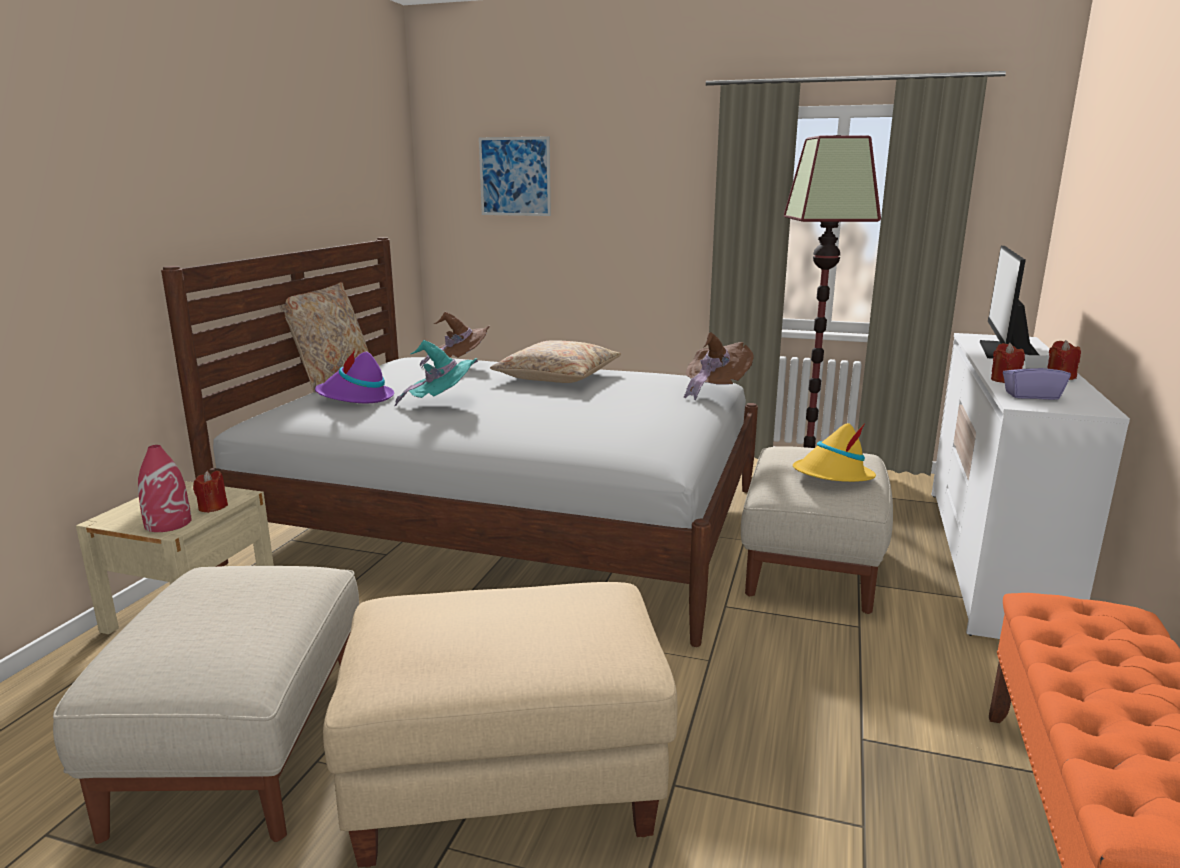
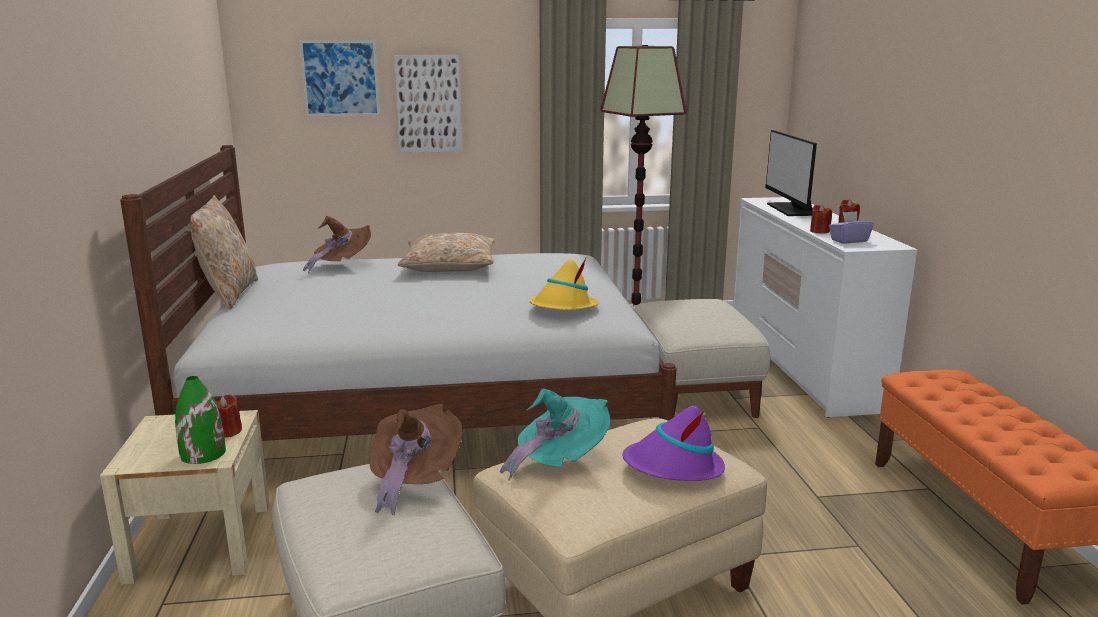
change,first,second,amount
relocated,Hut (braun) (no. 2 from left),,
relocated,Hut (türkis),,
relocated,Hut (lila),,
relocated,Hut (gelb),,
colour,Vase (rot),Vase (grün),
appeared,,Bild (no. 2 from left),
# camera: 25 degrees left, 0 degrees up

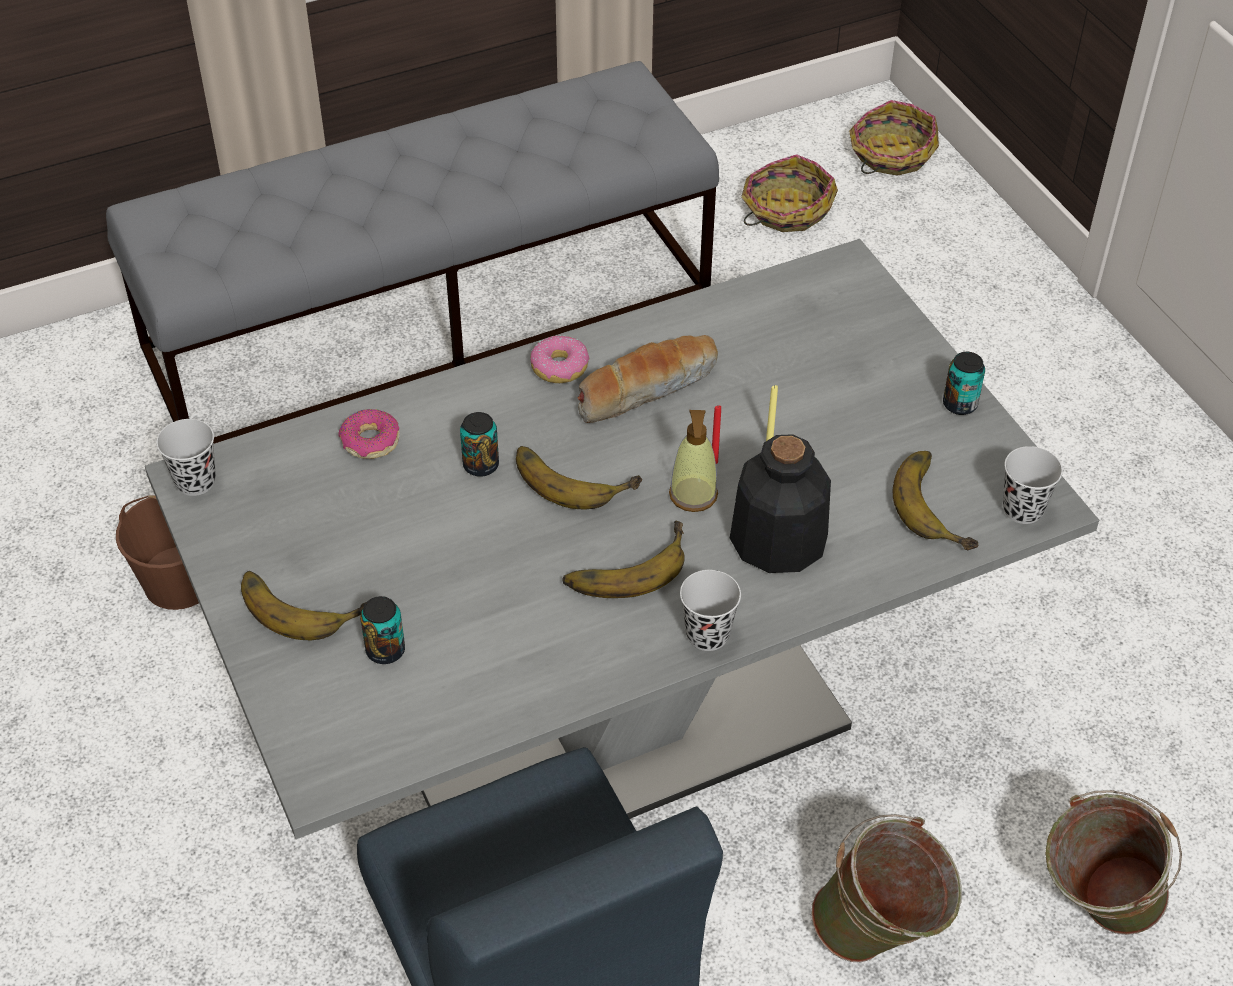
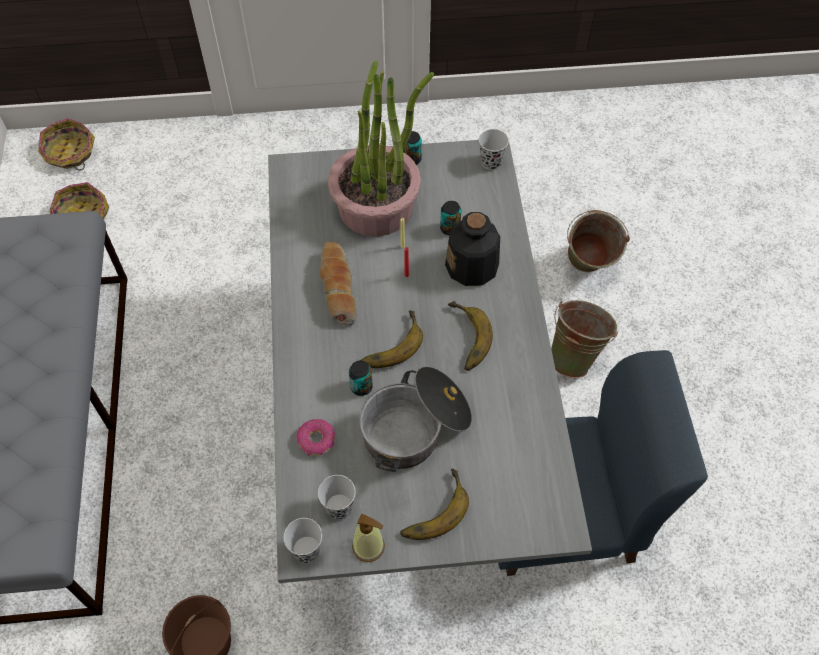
change,first,second,amount
missing,Donut (no. 2 from left),,
relocated,Seifenspender,,
missing,Banane (no. 4 from left),,
relocated,Tasse (schwarz) (no. 2 from left),,
relocated,Dose (no. 1 from left in the first image),Dose (no. 3 from left),
appeared,,Topfpflanze,
appeared,,Kochtopf,
# camera: 70 degrees left, 10 degrees up

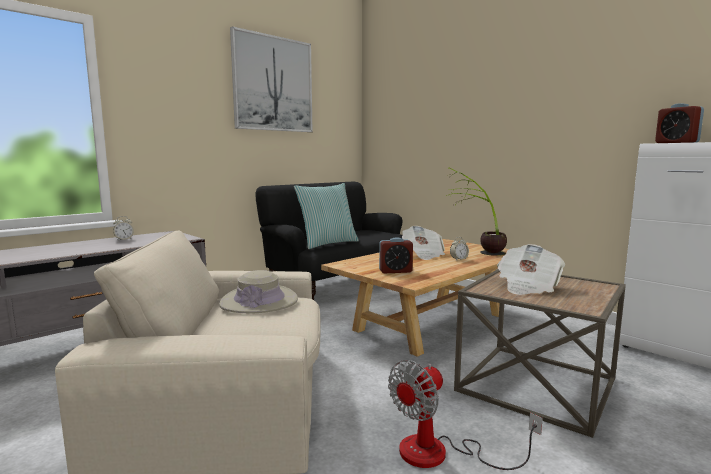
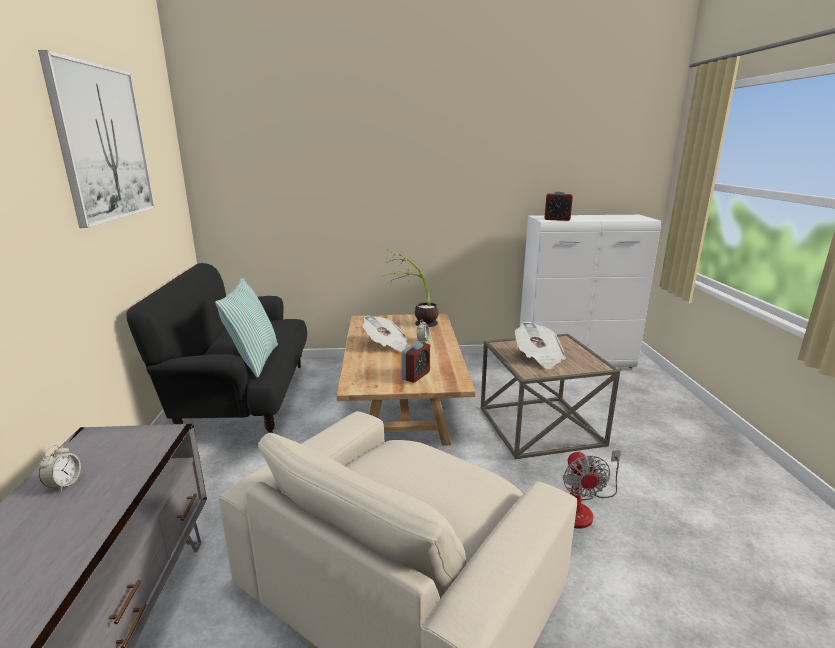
change,first,second,amount
missing,Hut (beige),,
# camera: 50 degrees left, 10 degrees up

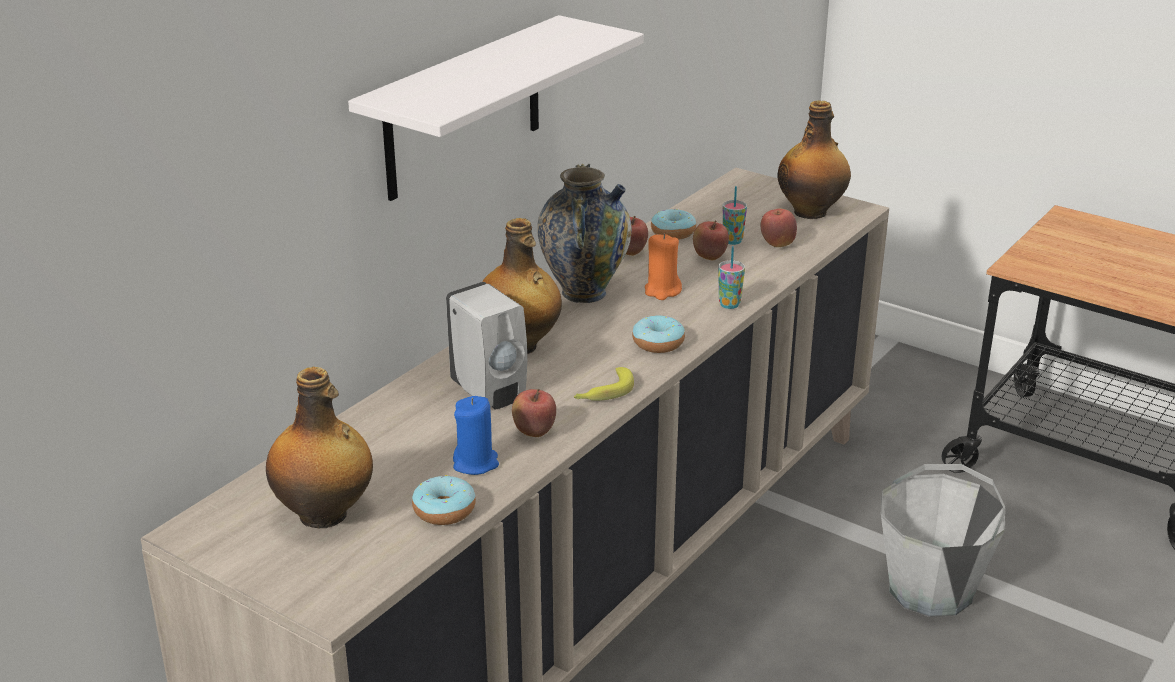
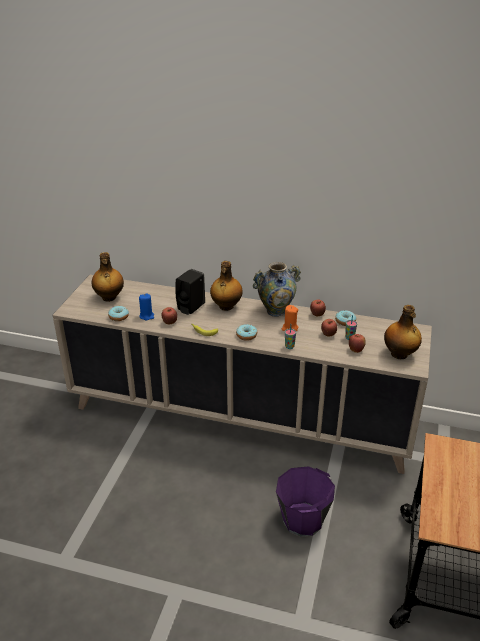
change,first,second,amount
missing,Wandregal (weiß),,
colour,Seifenspender (weiß),Seifenspender (schwarz),
colour,Eimer (grau),Eimer (lila),
# camera: 70 degrees right, 5 degrees up

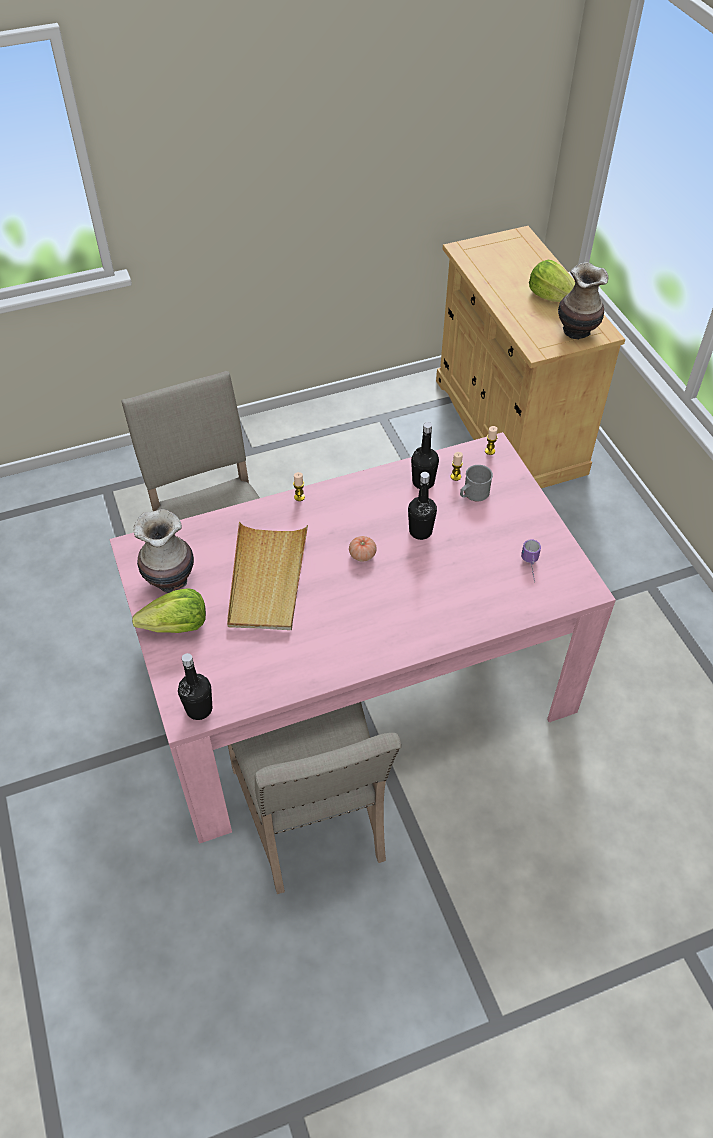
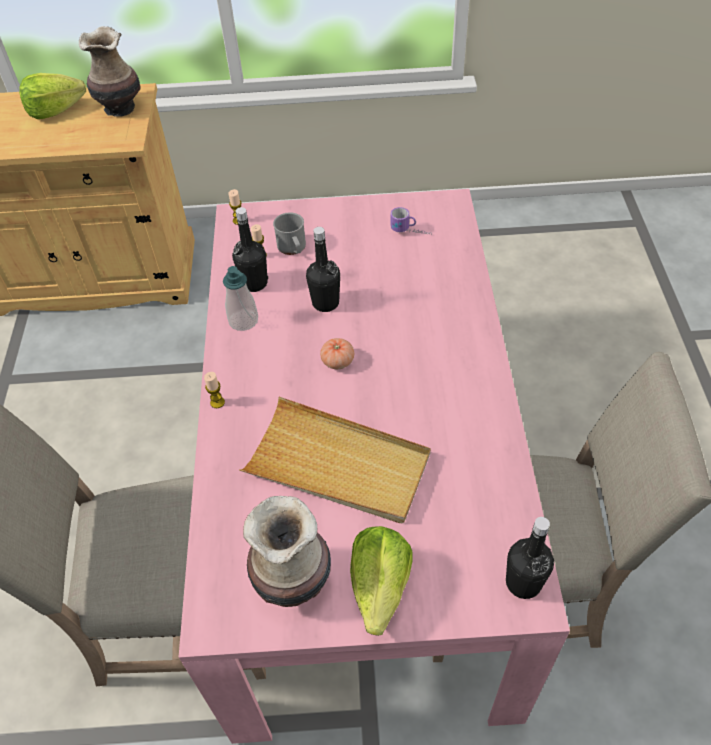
change,first,second,amount
appeared,,Seifenspender,
# camera: 70 degrees left, 0 degrees up

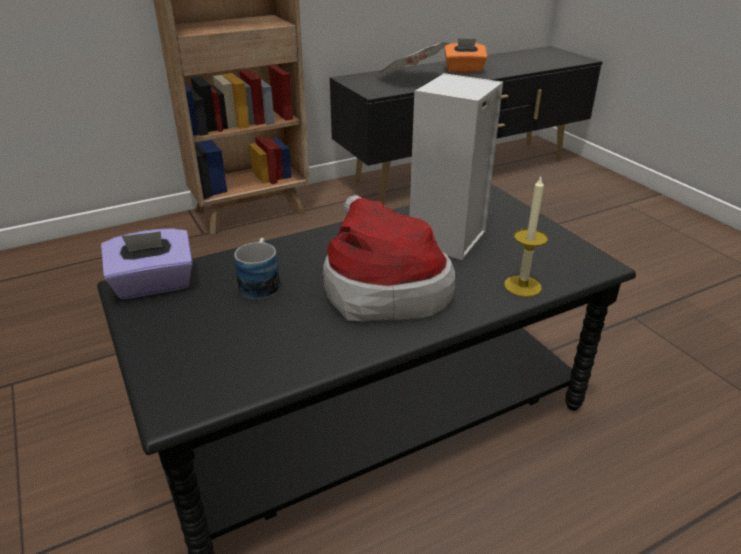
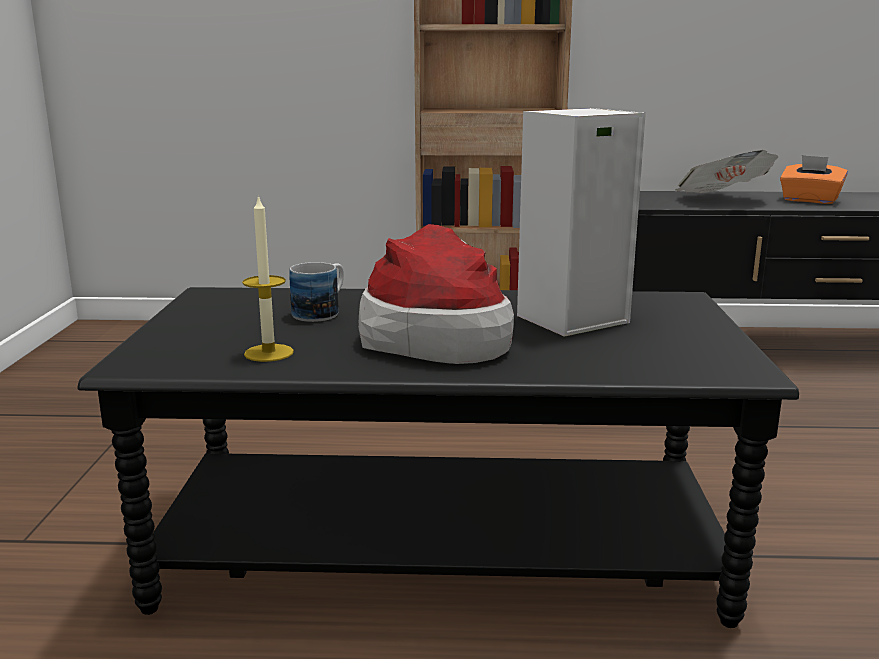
change,first,second,amount
relocated,Kerze,,
missing,Taschentuchbox (lila),,
# camera: 30 degrees right, 15 degrees down

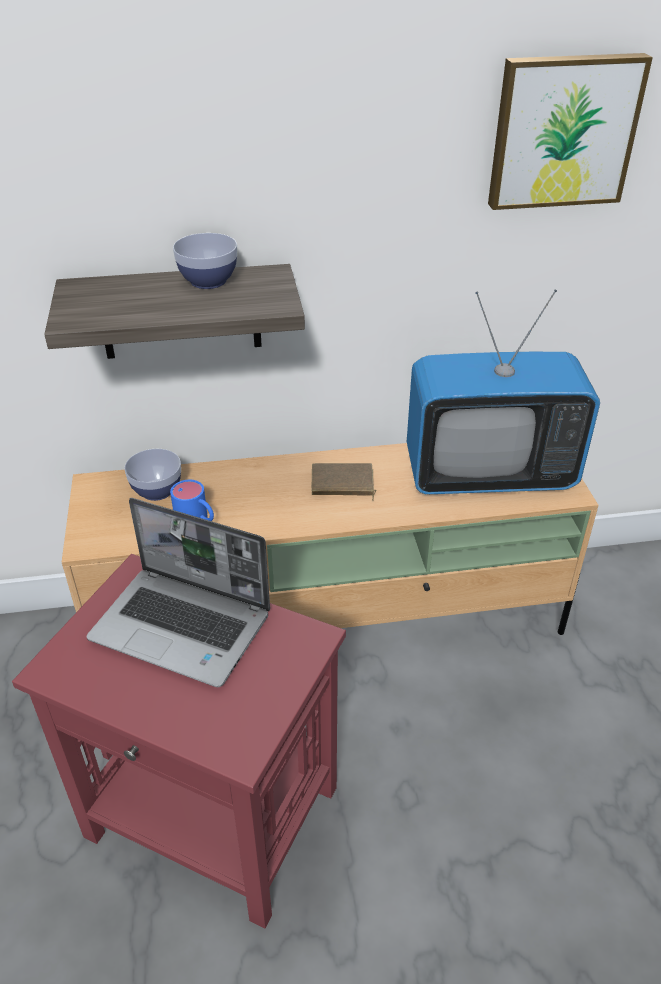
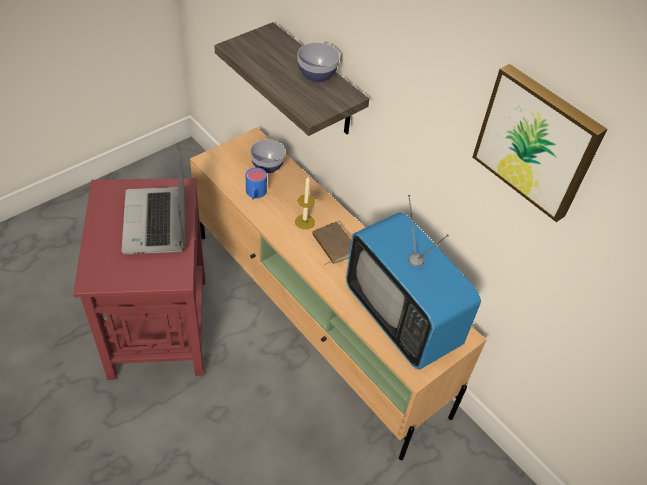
change,first,second,amount
appeared,,Kerze,
# camera: 55 degrees right, 10 degrees up

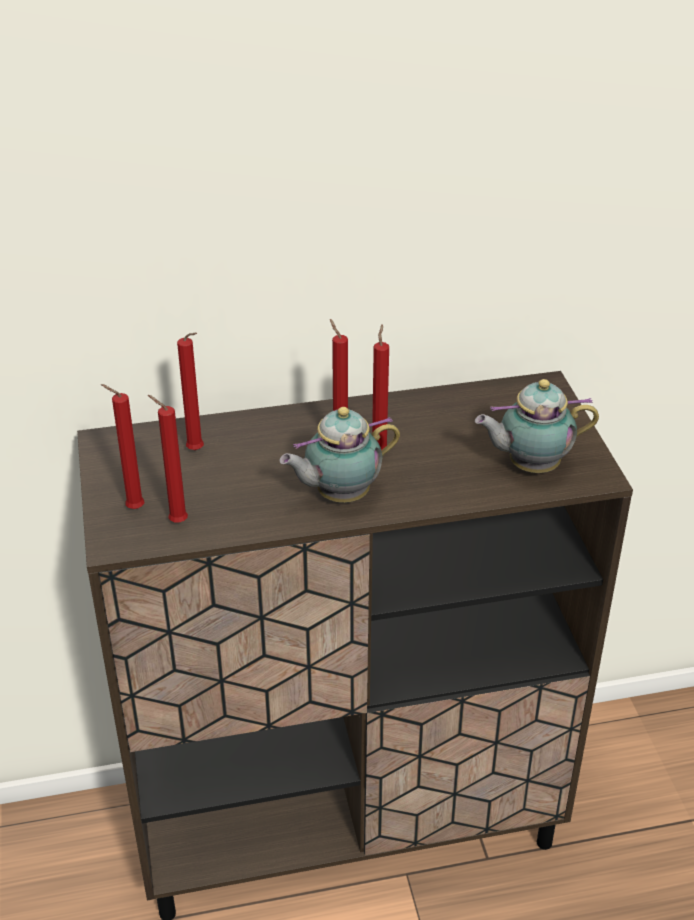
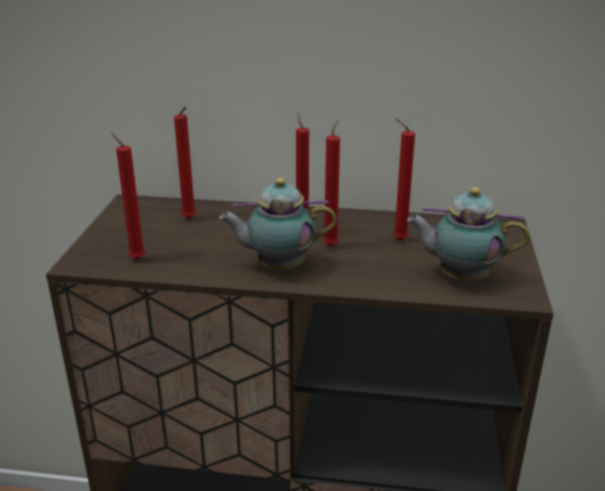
change,first,second,amount
relocated,Kerze (rot) (no. 1 from left in the first image),Kerze (rot) (no. 5 from left),
# camera: 20 degrees right, 10 degrees down

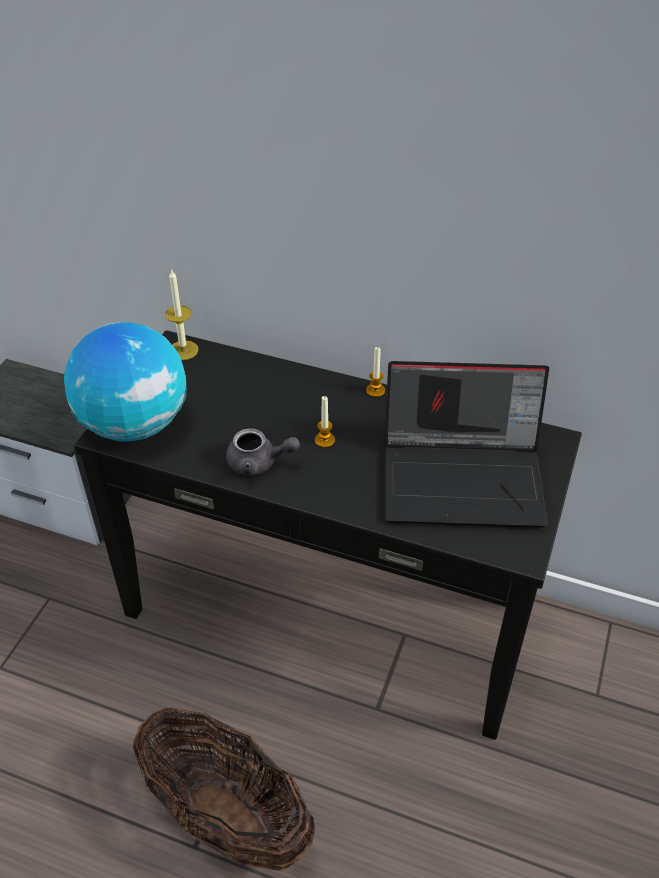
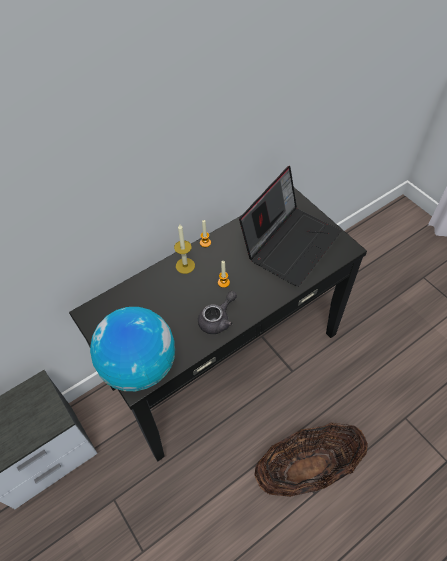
change,first,second,amount
relocated,Kerze (no. 1 from left),,
# camera: 55 degrees left, 10 degrees up

